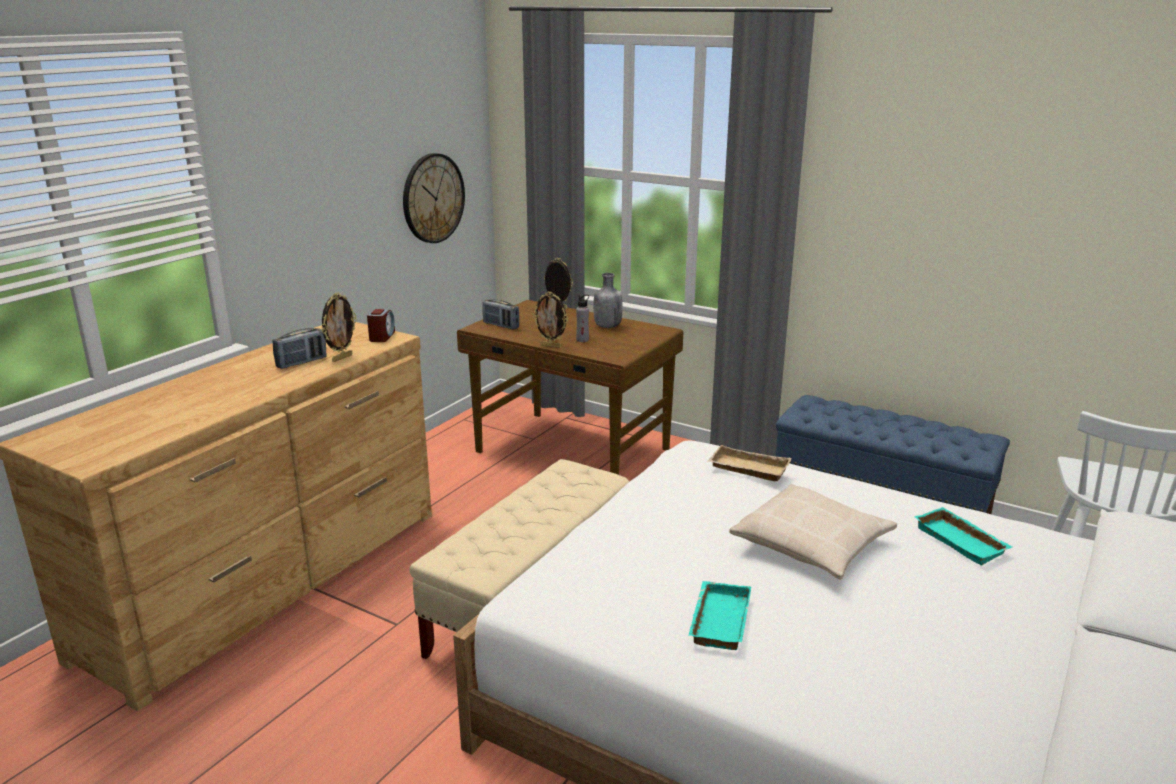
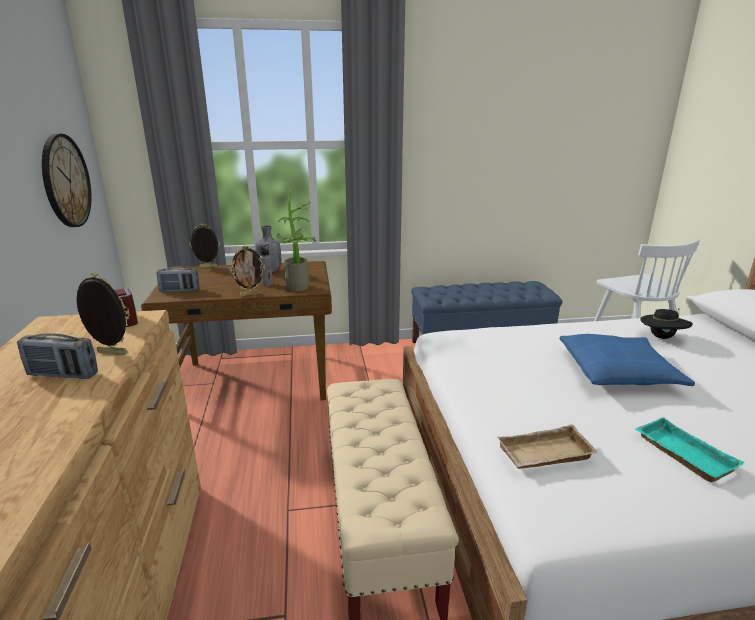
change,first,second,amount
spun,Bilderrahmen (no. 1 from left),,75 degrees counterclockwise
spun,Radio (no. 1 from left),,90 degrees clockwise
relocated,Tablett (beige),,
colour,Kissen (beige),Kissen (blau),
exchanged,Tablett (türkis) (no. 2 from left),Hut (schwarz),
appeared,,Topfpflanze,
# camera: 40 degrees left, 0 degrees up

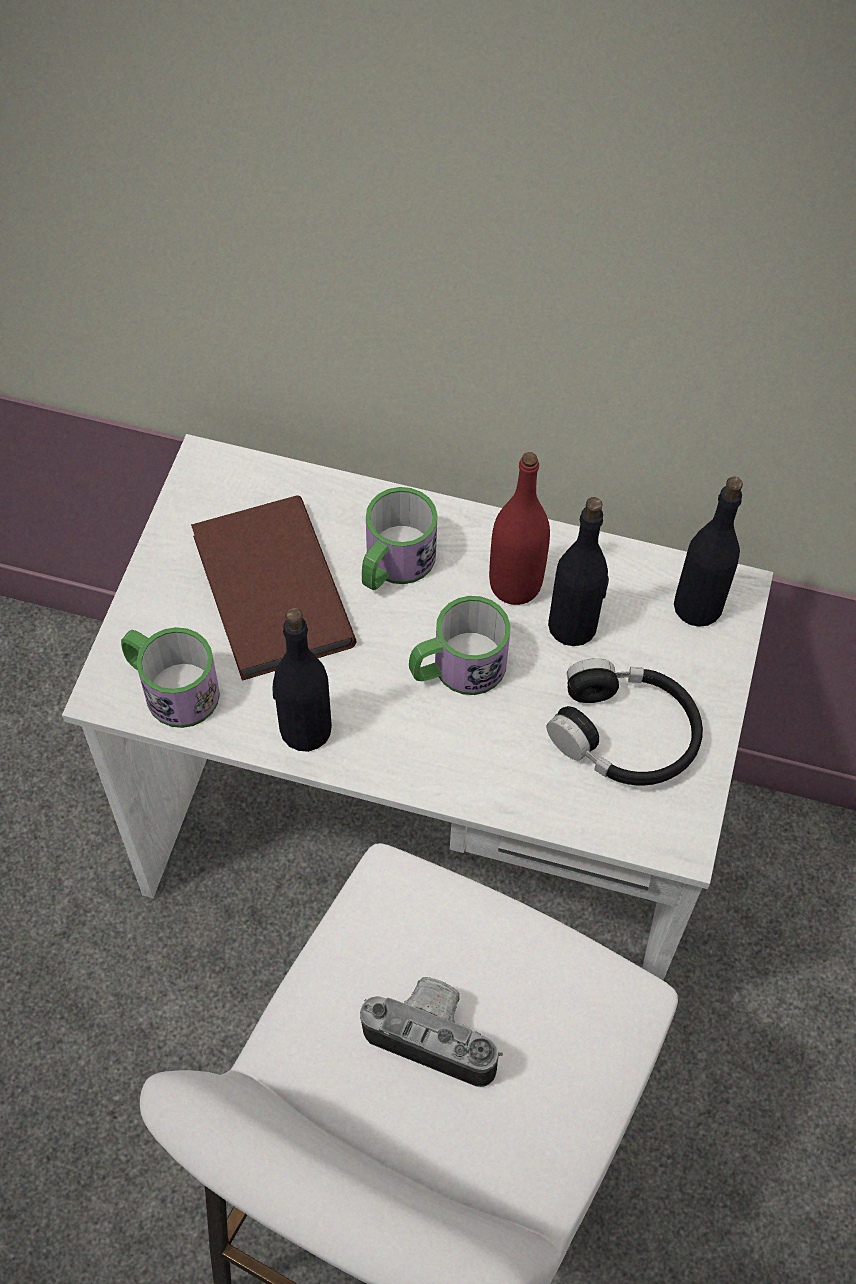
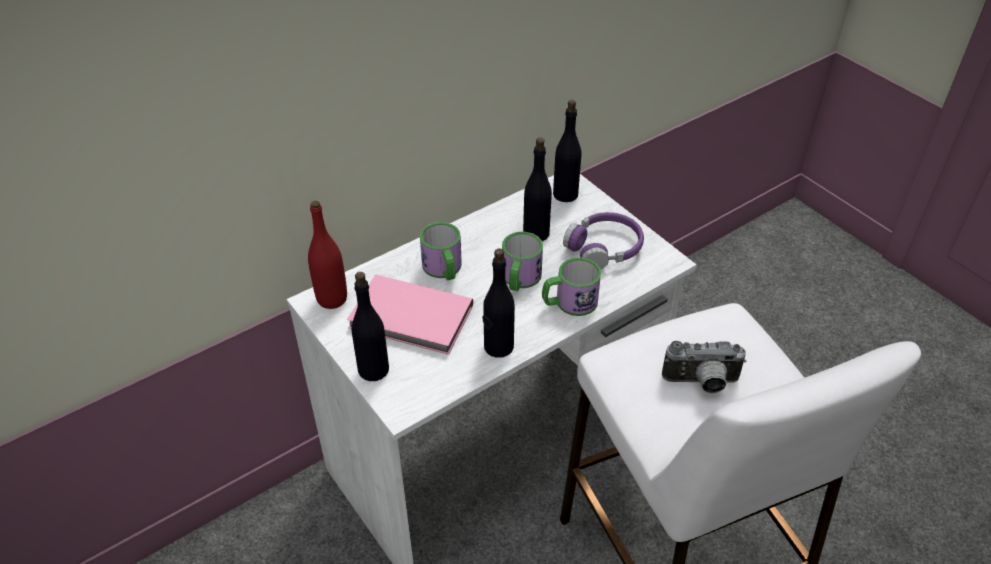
change,first,second,amount
relocated,Flasche (rot),,
colour,Buch (braun),Buch (rosa),
relocated,Henkelbecher (no. 1 from left in the first image),Henkelbecher (no. 3 from left),
colour,Kopfhörer (schwarz),Kopfhörer (lila),
spun,Kamera,,150 degrees counterclockwise
appeared,,Flasche (schwarz) (no. 1 from left),
# camera: 50 degrees left, 15 degrees down

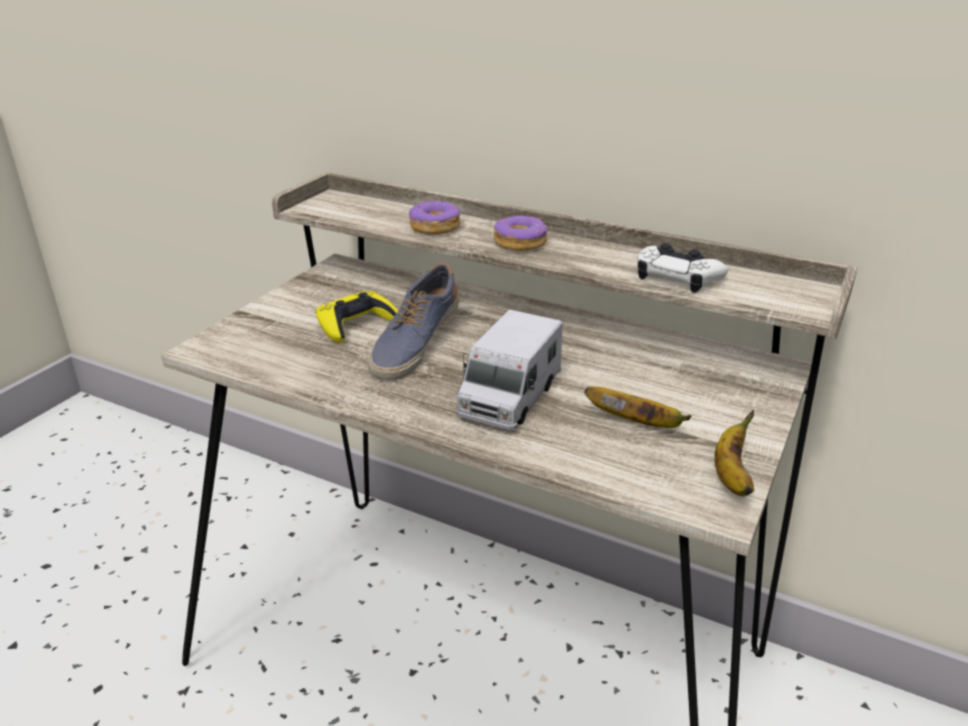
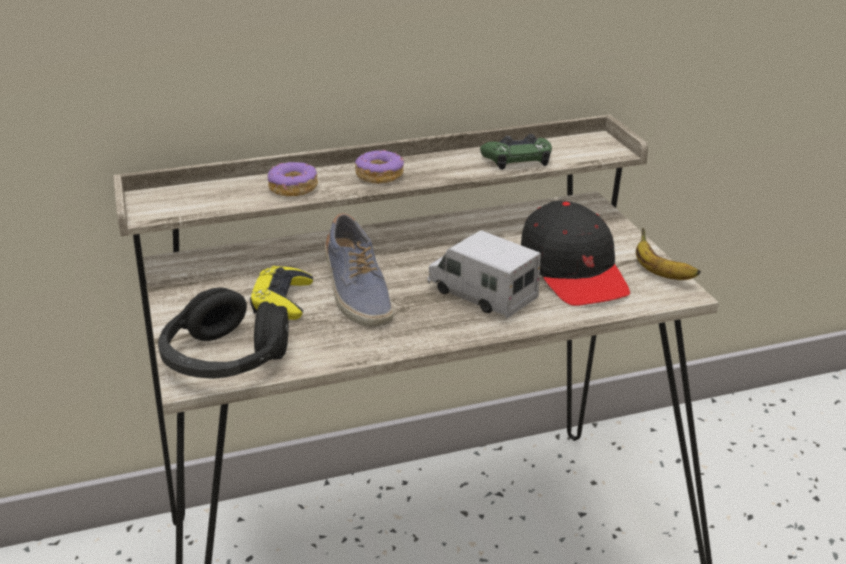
change,first,second,amount
colour,Gamepad (weiß),Gamepad (grün),
spun,Spielzeuglaster,,150 degrees clockwise
exchanged,Banane (no. 1 from left),Kappe (schwarz),
appeared,,Kopfhörer (schwarz),
# camera: 45 degrees left, 0 degrees up

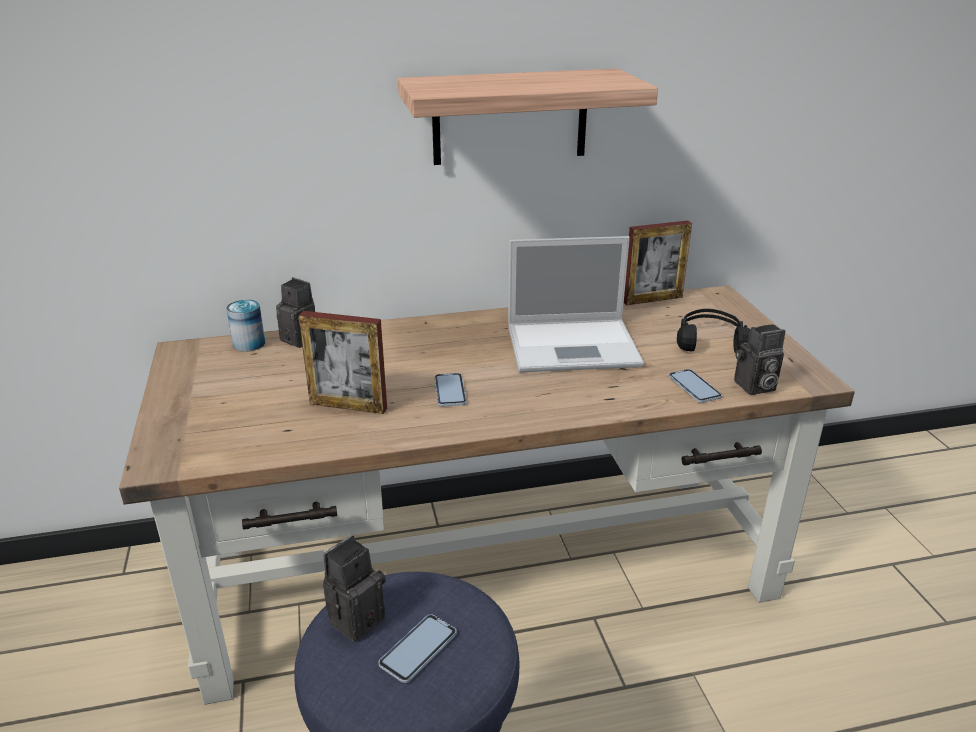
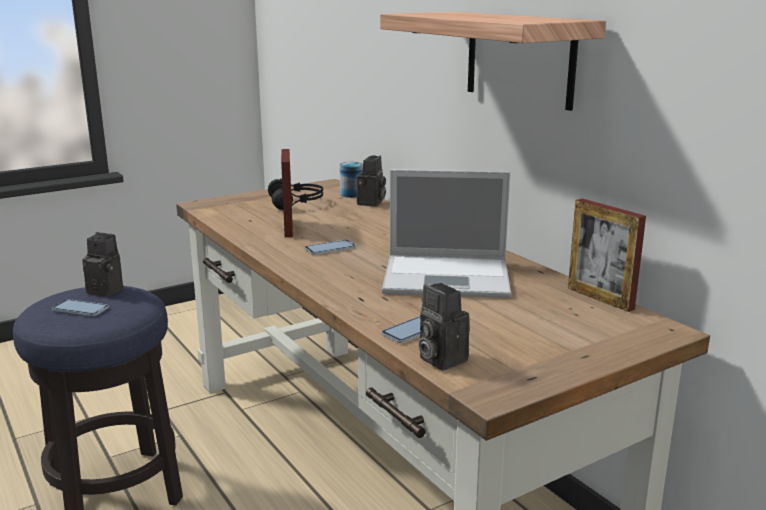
change,first,second,amount
spun,Laptop,,60 degrees counterclockwise
relocated,Kopfhörer (schwarz),,
# camera: 70 degrees right, 10 degrees down

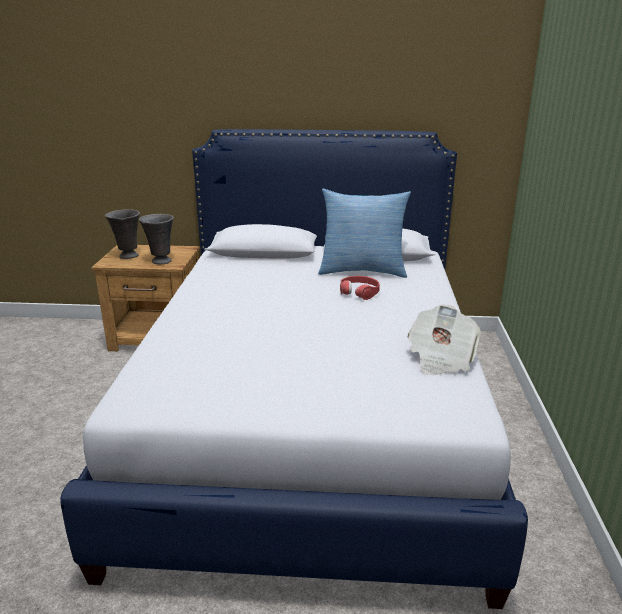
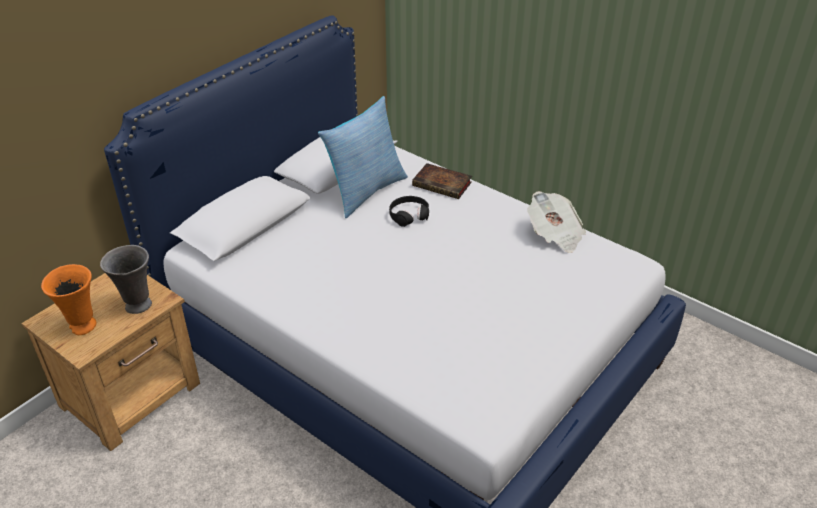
change,first,second,amount
colour,Vase (grau) (no. 1 from left),Vase (orange),
colour,Kopfhörer (rot),Kopfhörer (schwarz),
appeared,,Buch,
# camera: 55 degrees left, 15 degrees up

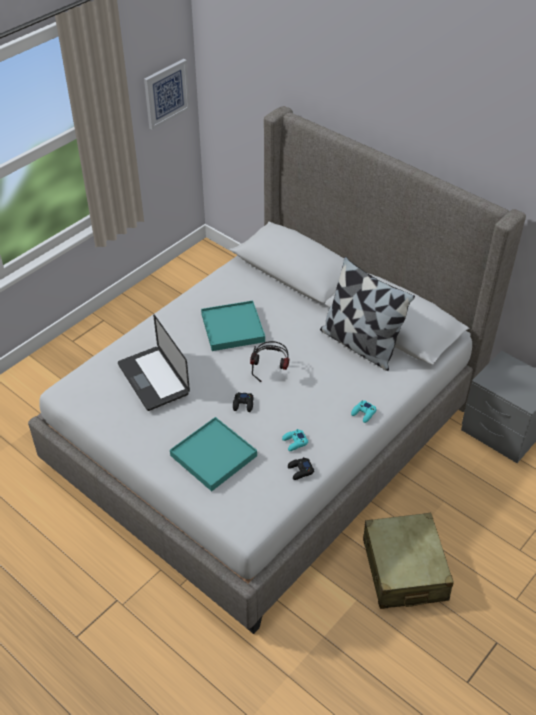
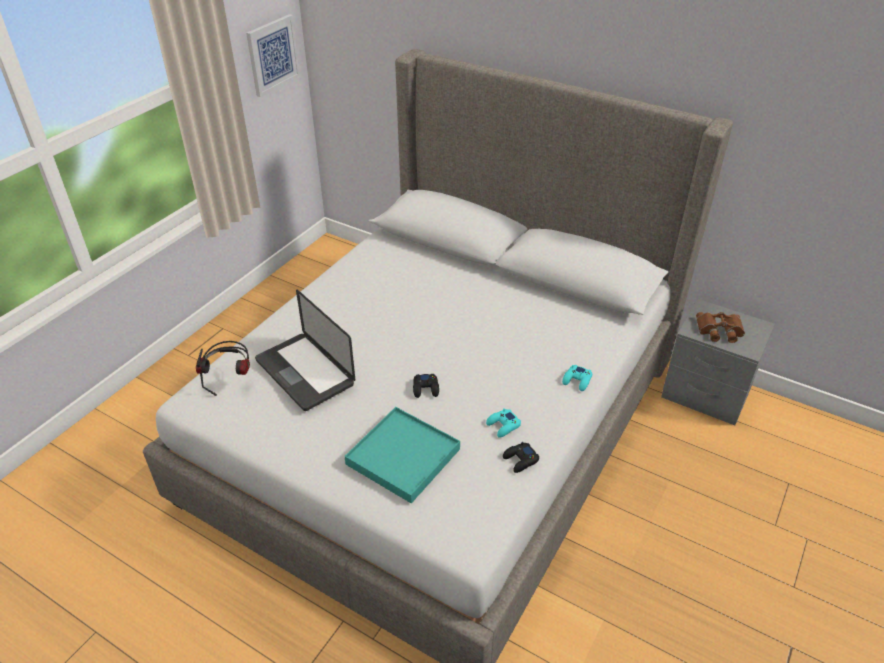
change,first,second,amount
missing,Kissen,,
missing,Tablett (türkis) (no. 2 from left),,
relocated,Kopfhörer,,
missing,Koffer (beige),,
appeared,,Fernglas (braun),
# camera: 10 degrees left, 5 degrees down

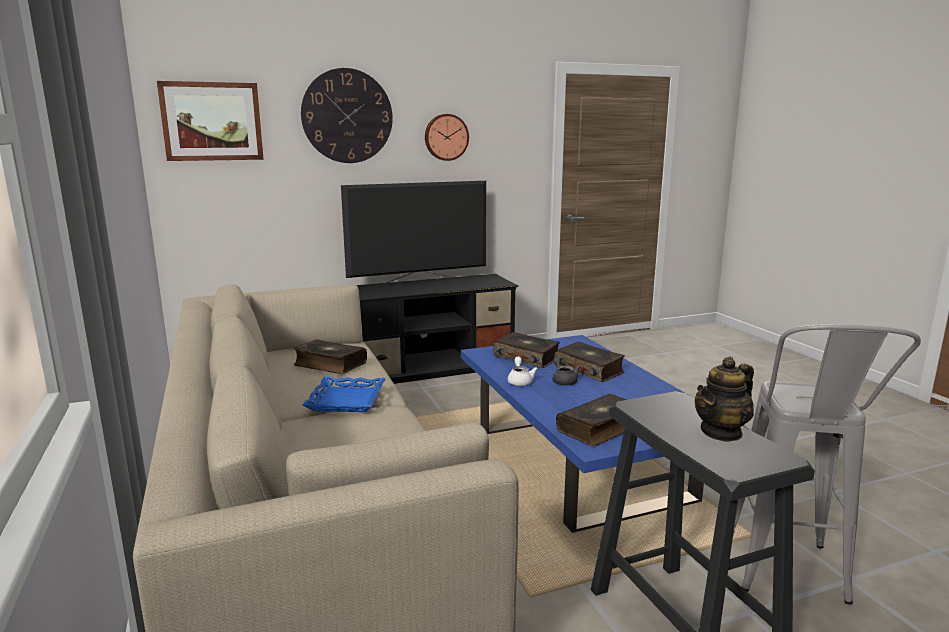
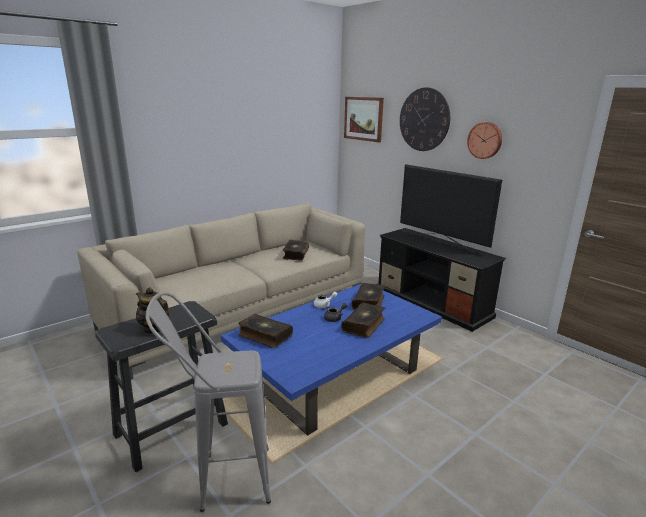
change,first,second,amount
missing,Tablett (blau),,
# camera: 70 degrees right, 5 degrees up

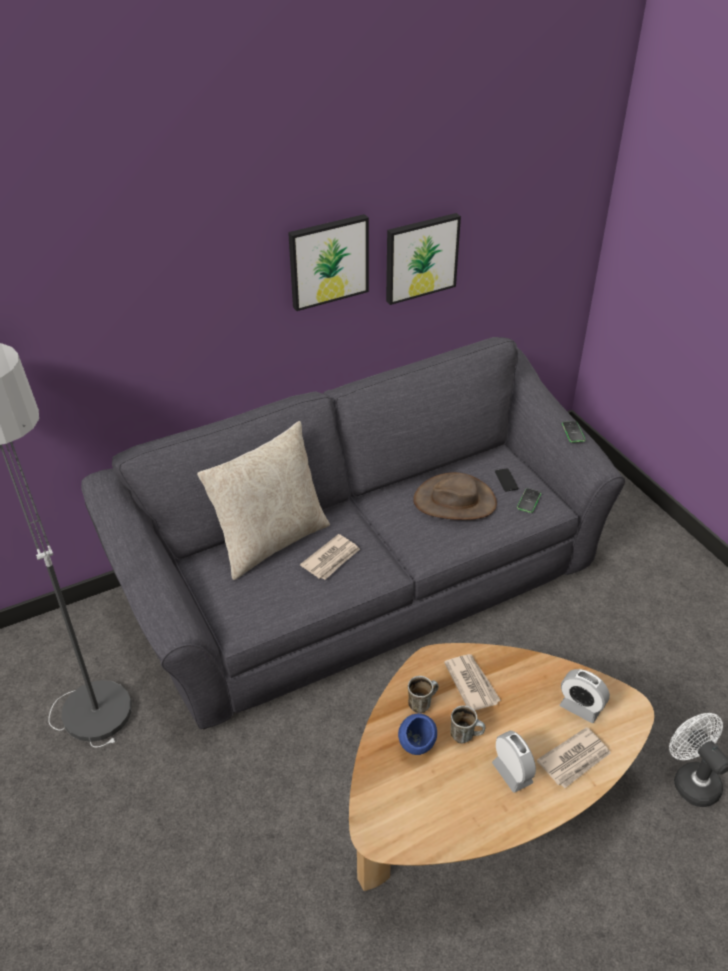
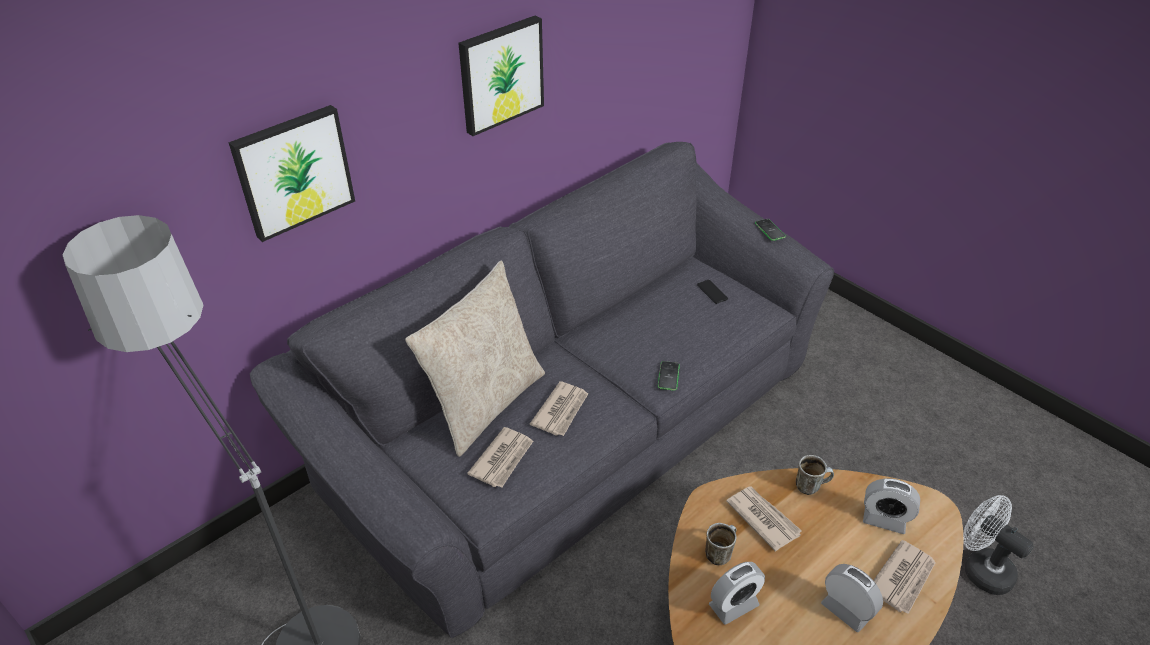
change,first,second,amount
relocated,Bild (no. 2 from left in the first image),Bild (no. 1 from left),
missing,Hut (braun),,
relocated,Handy (no. 2 from left in the first image),Handy (no. 1 from left),
relocated,Henkelbecher (no. 2 from left),,
exchanged,Schüssel (blau),Wecker (no. 1 from left),
appeared,,Zeitung (no. 1 from left),
# camera: 15 degrees left, 0 degrees up

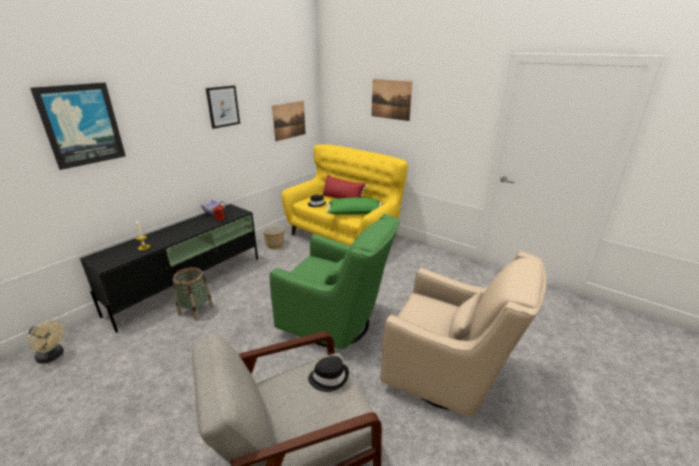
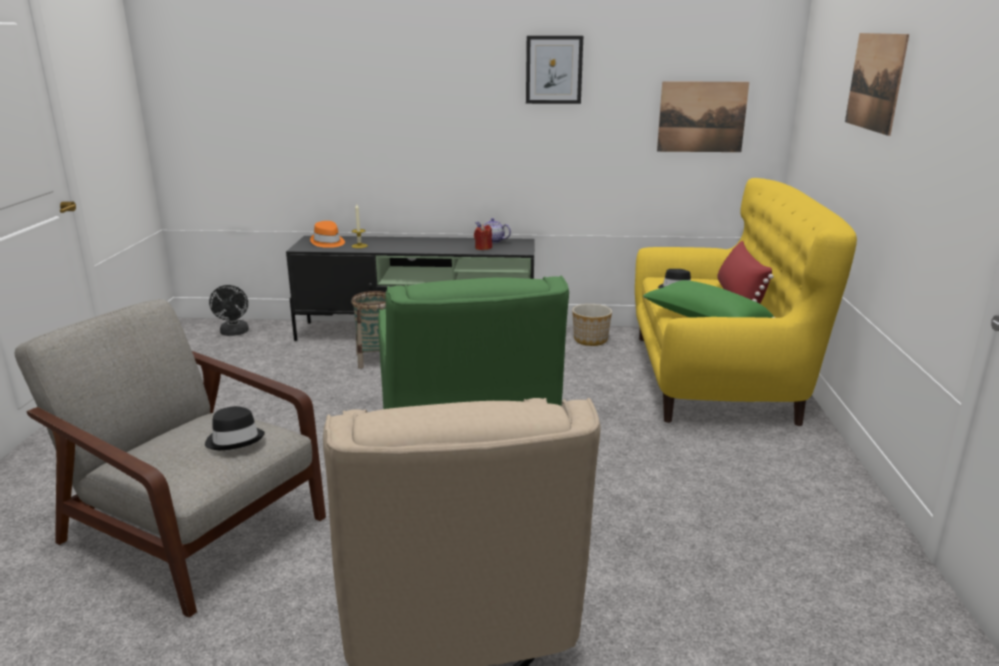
change,first,second,amount
missing,Bild (no. 1 from left),,
colour,Ventilator (beige),Ventilator (schwarz),
appeared,,Hut (orange),
# camera: 55 degrees right, 5 degrees down

